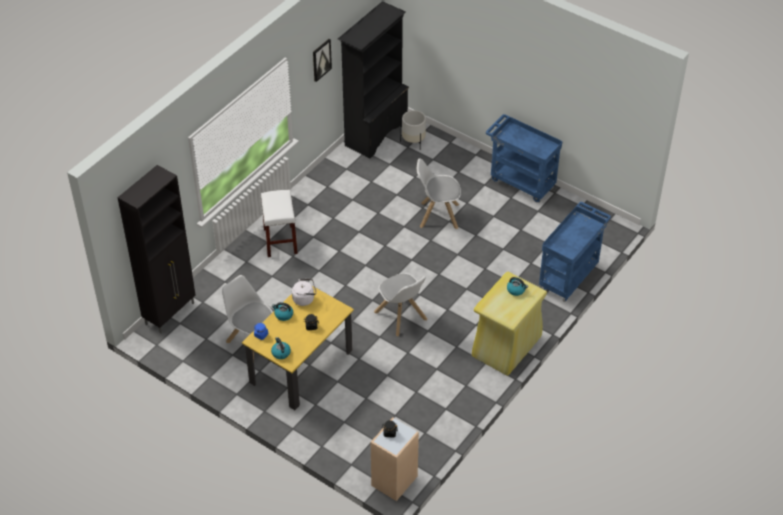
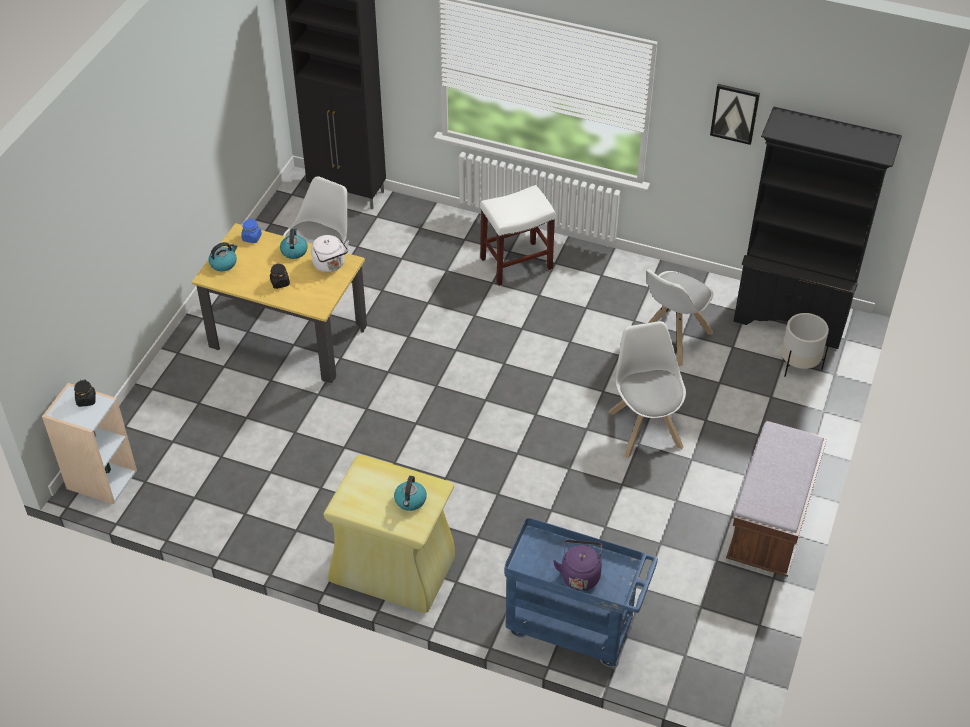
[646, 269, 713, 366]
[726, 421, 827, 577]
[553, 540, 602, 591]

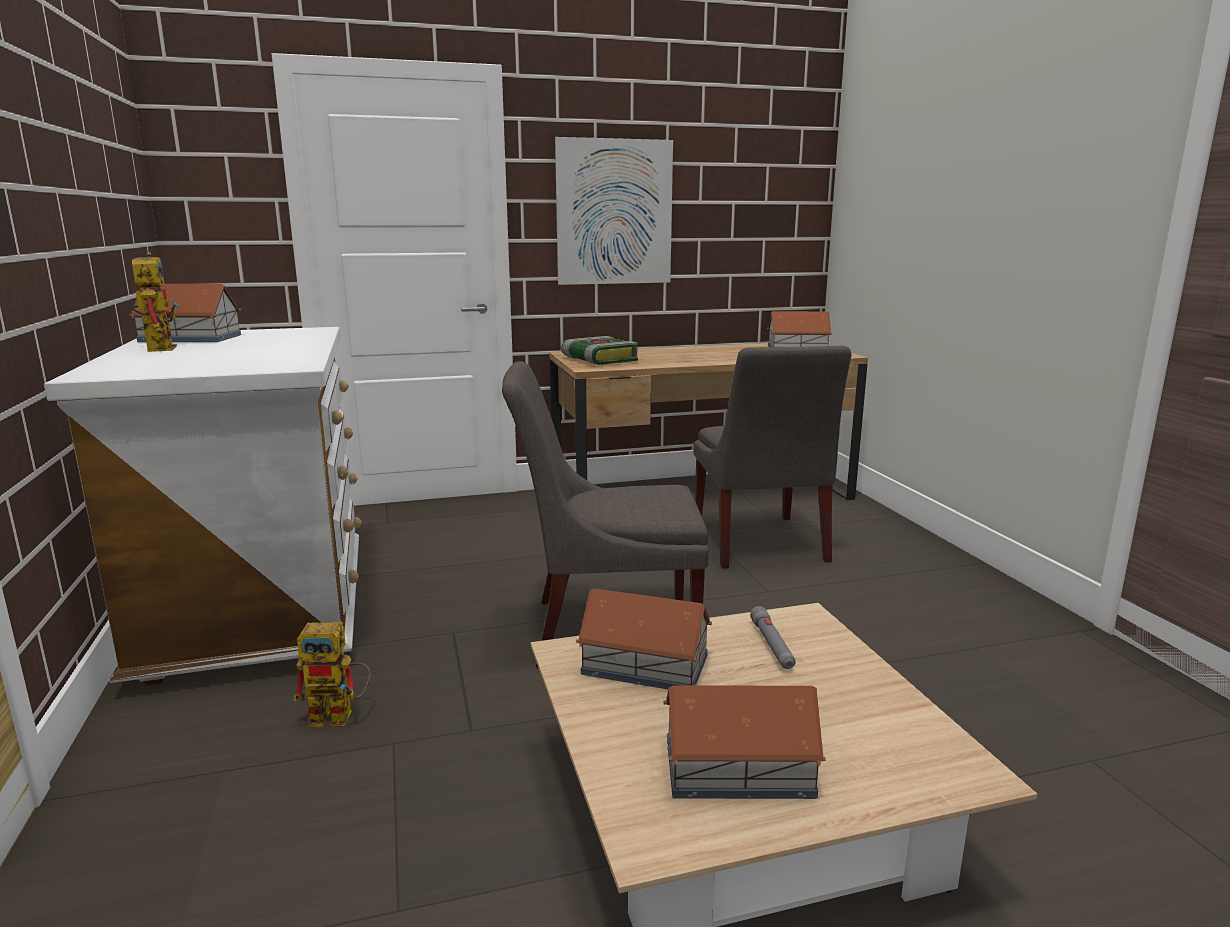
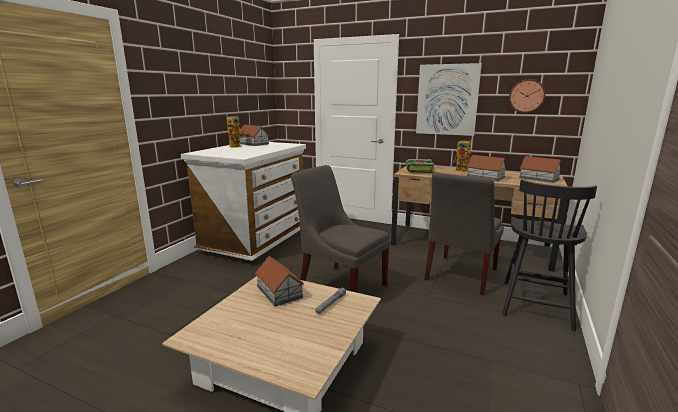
[453, 140, 471, 172]
[467, 155, 507, 181]
[502, 179, 597, 331]
[509, 79, 546, 113]

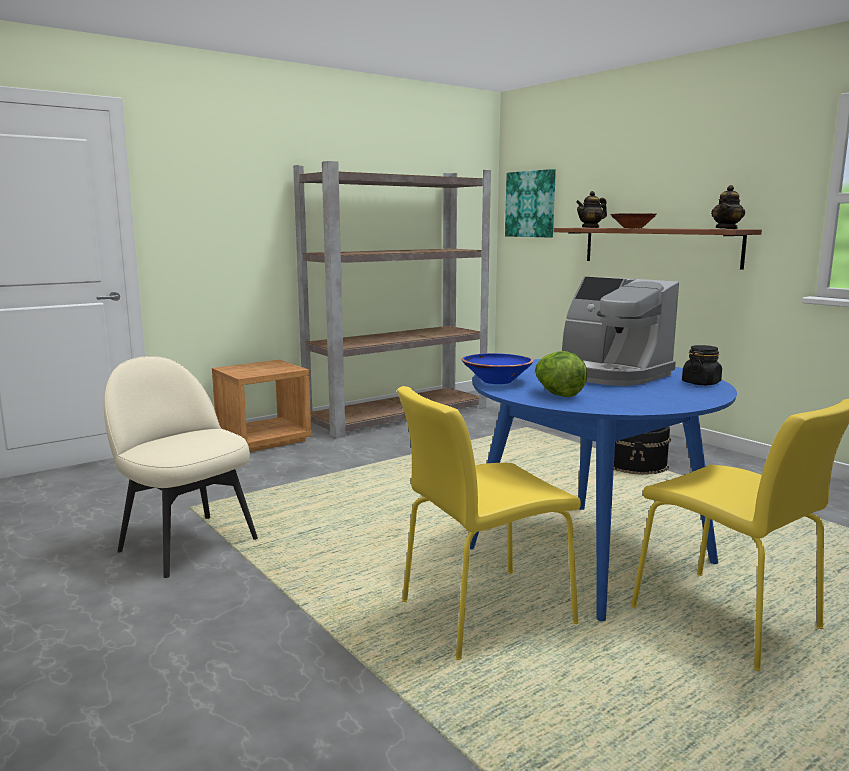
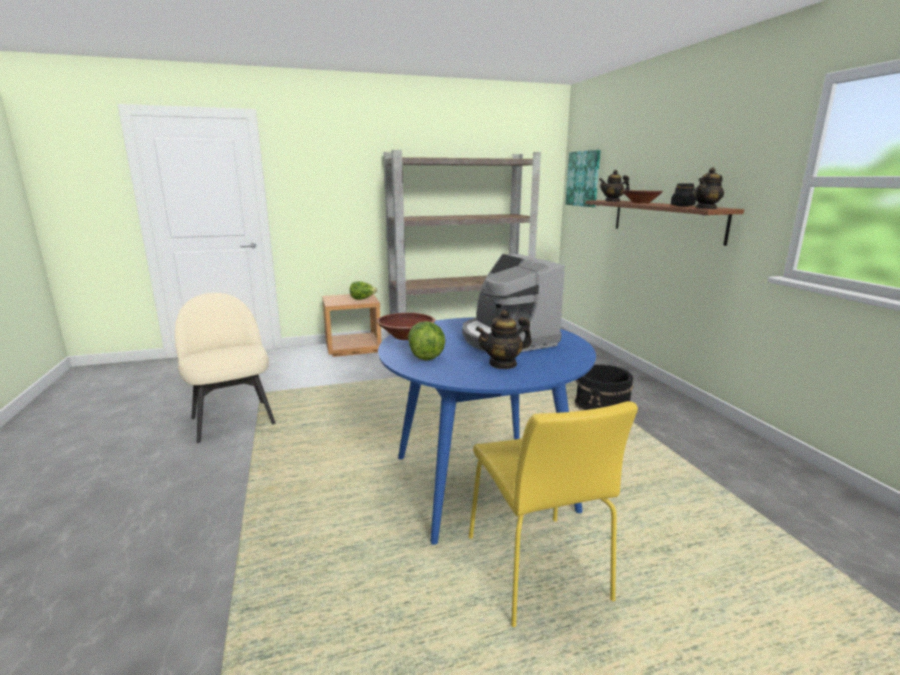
[397, 386, 581, 660] (first image)
[377, 313, 435, 340]
[671, 183, 696, 206]
[350, 281, 377, 300]
[475, 310, 532, 369]

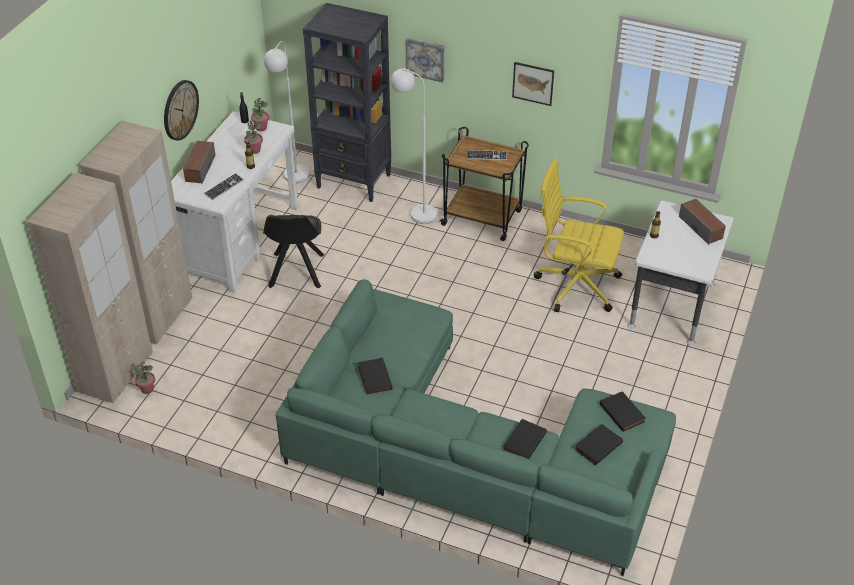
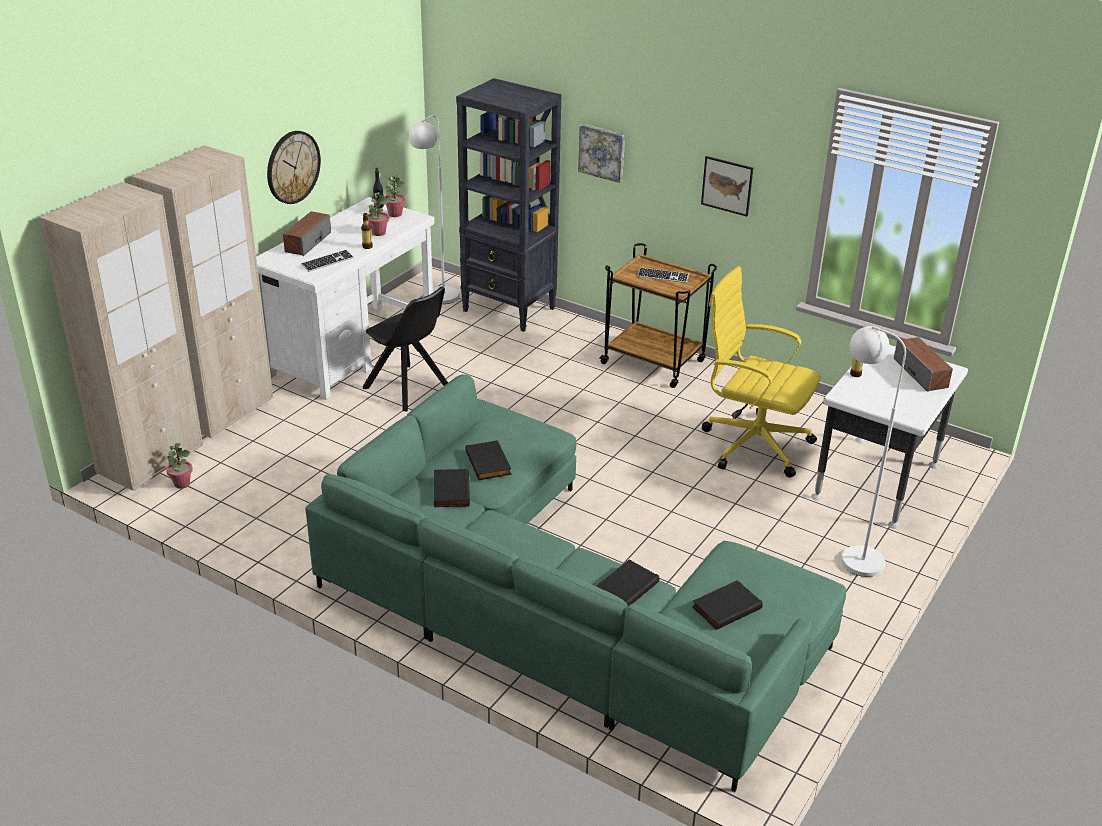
[363, 287, 448, 411]
[842, 326, 906, 577]
[465, 440, 511, 480]

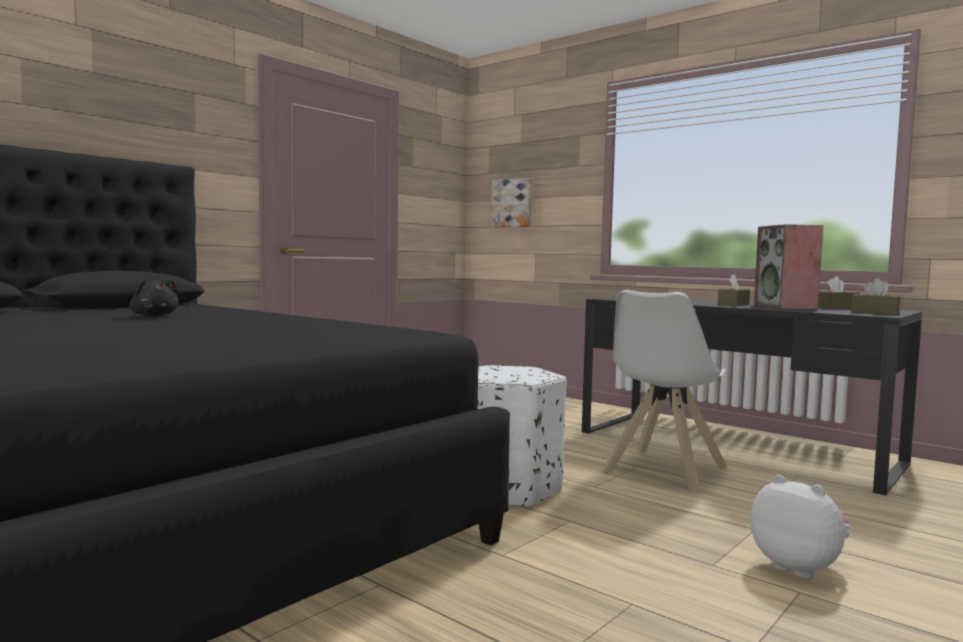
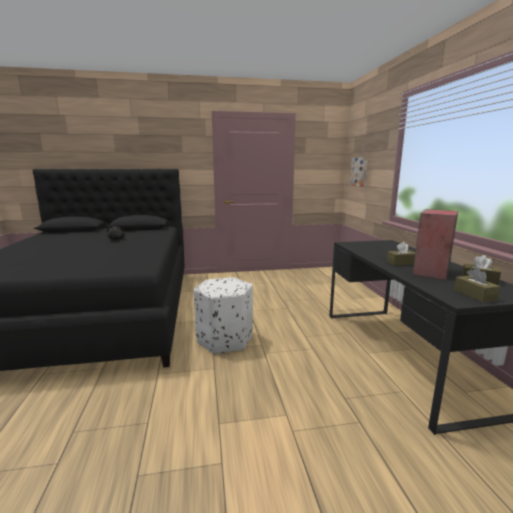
[602, 290, 727, 492] (first image)
[750, 475, 851, 579] (first image)

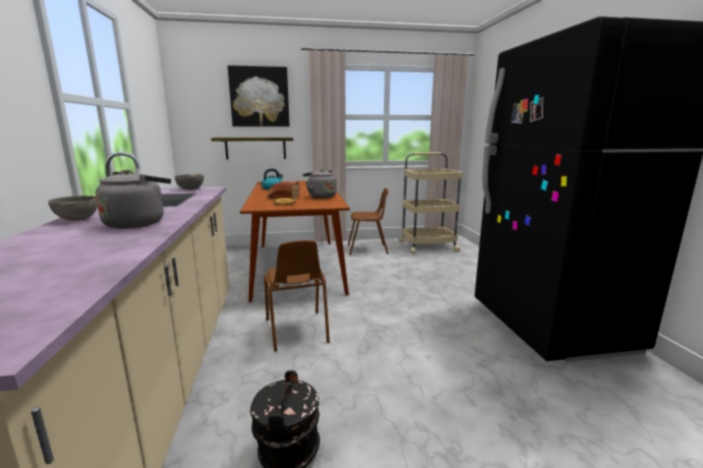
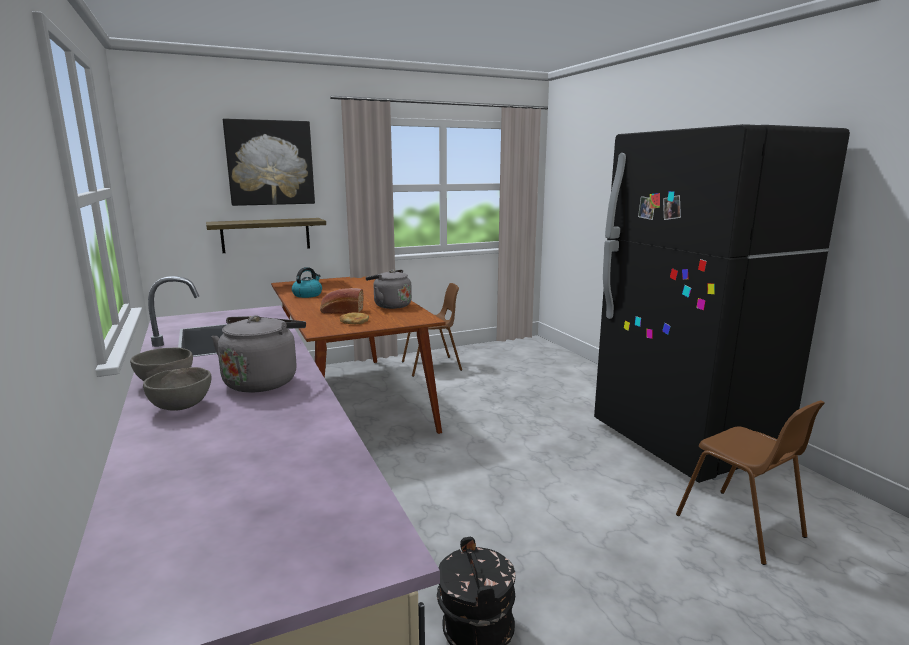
[143, 367, 212, 411]
[676, 400, 825, 565]
[398, 152, 463, 254] (first image)

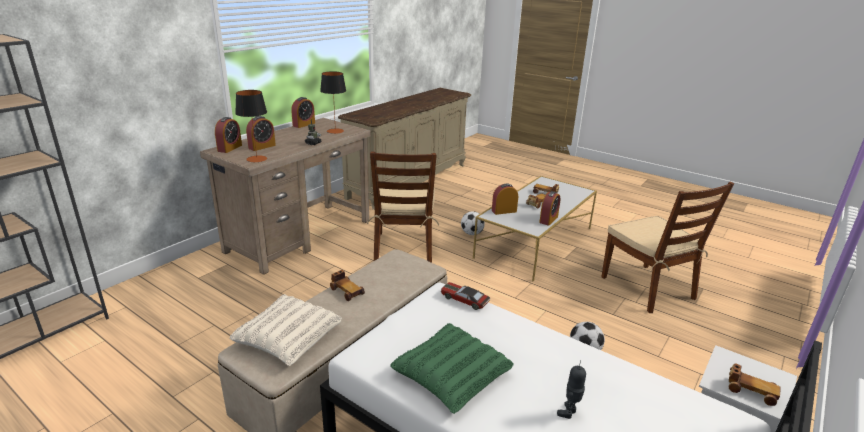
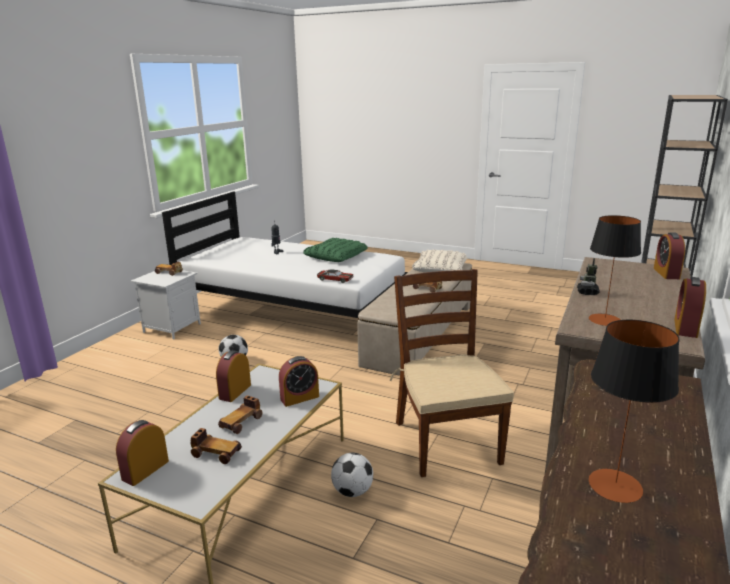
[589, 320, 679, 503]
[116, 420, 169, 486]
[601, 182, 734, 313] (first image)

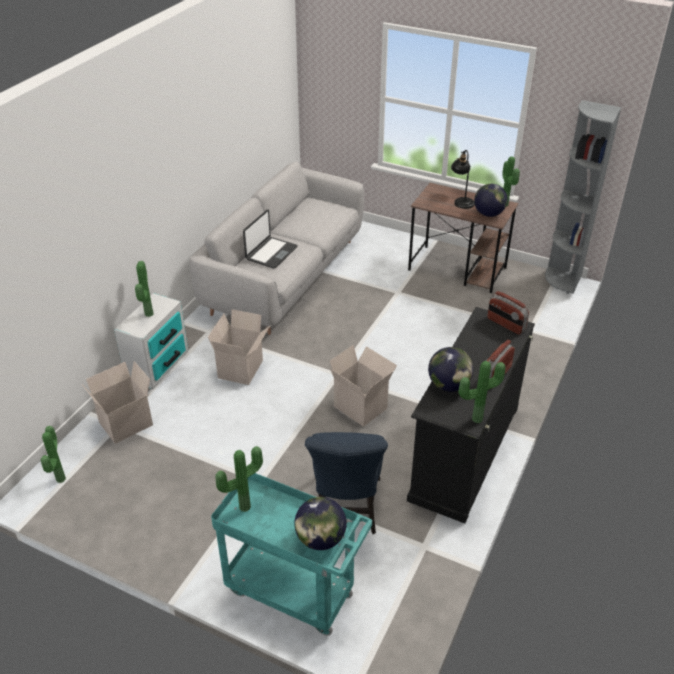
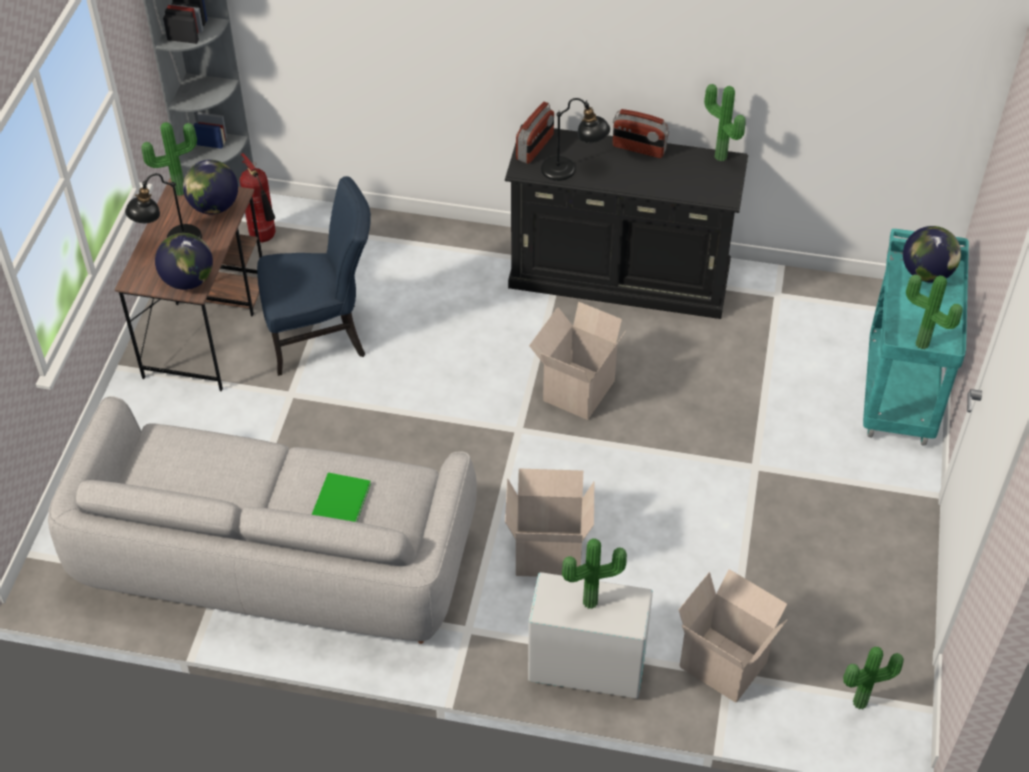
[312, 473, 371, 522]
[257, 176, 371, 376]
[155, 233, 213, 290]
[240, 153, 276, 242]
[541, 98, 610, 181]

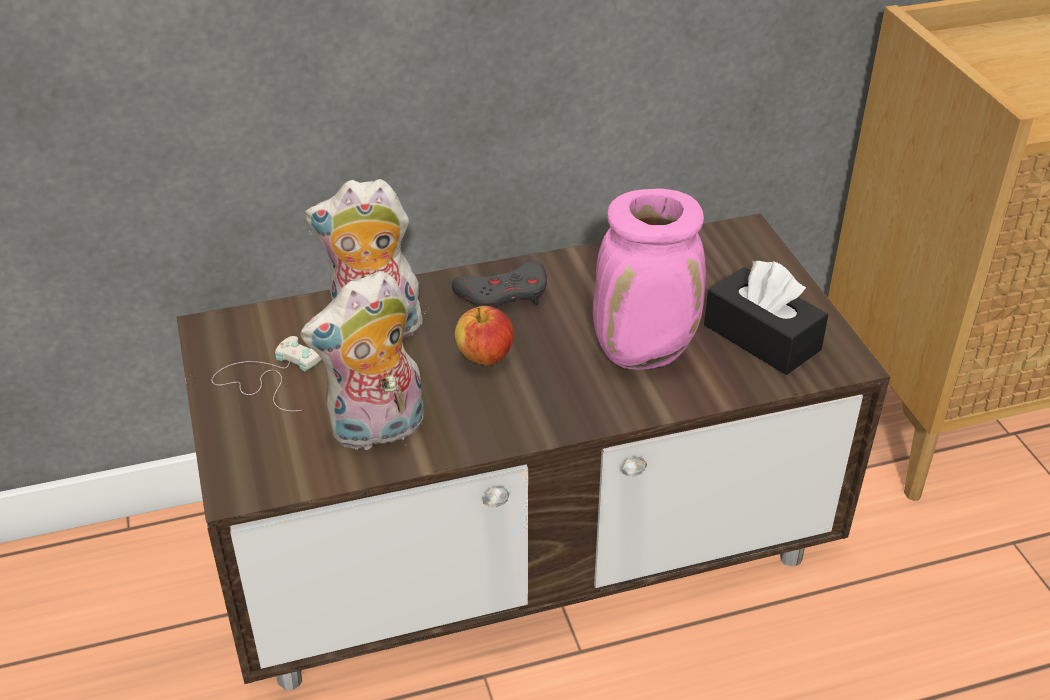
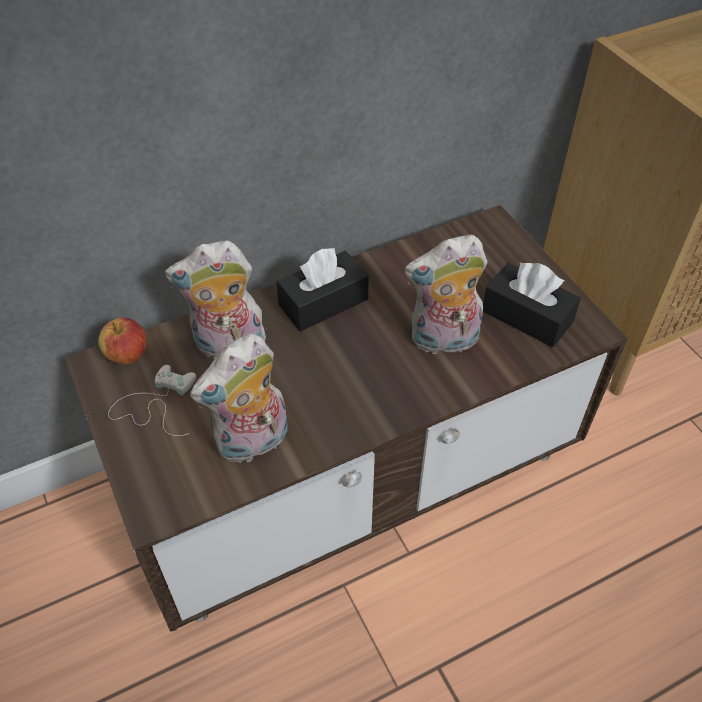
[277, 248, 369, 331]
[98, 317, 146, 364]
[404, 235, 488, 357]

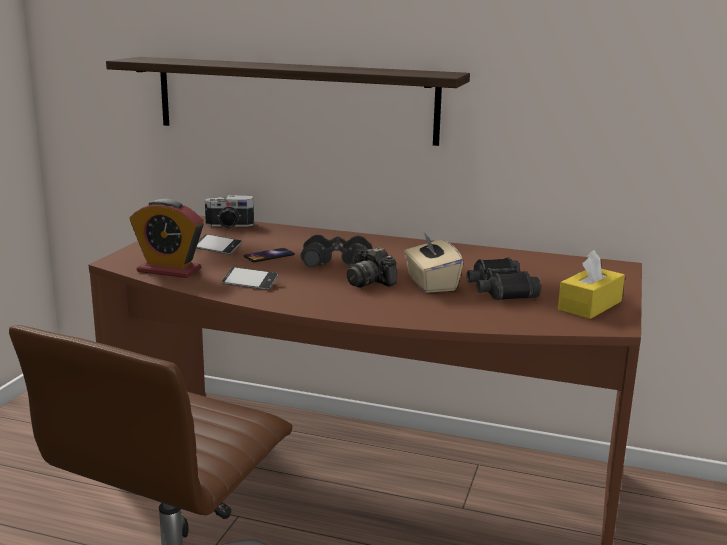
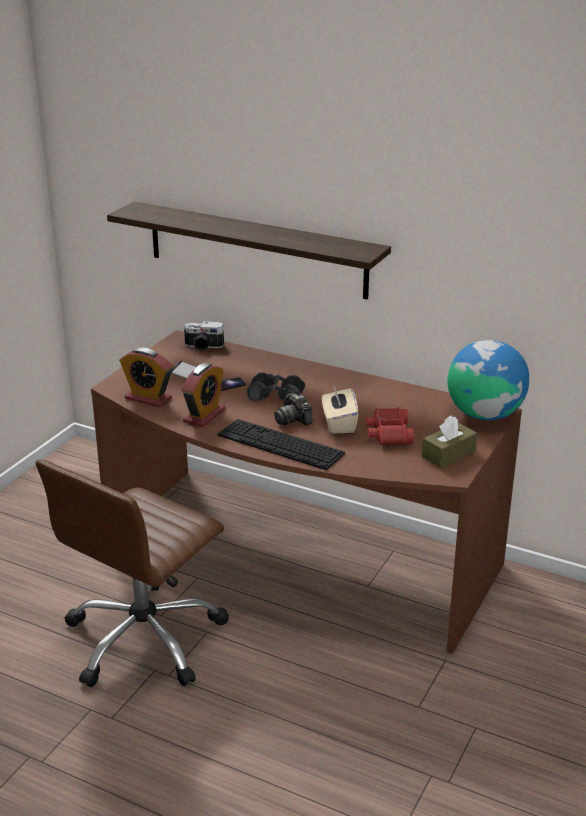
[182, 363, 226, 428]
[366, 407, 414, 445]
[422, 416, 477, 468]
[218, 419, 345, 470]
[447, 340, 530, 420]

